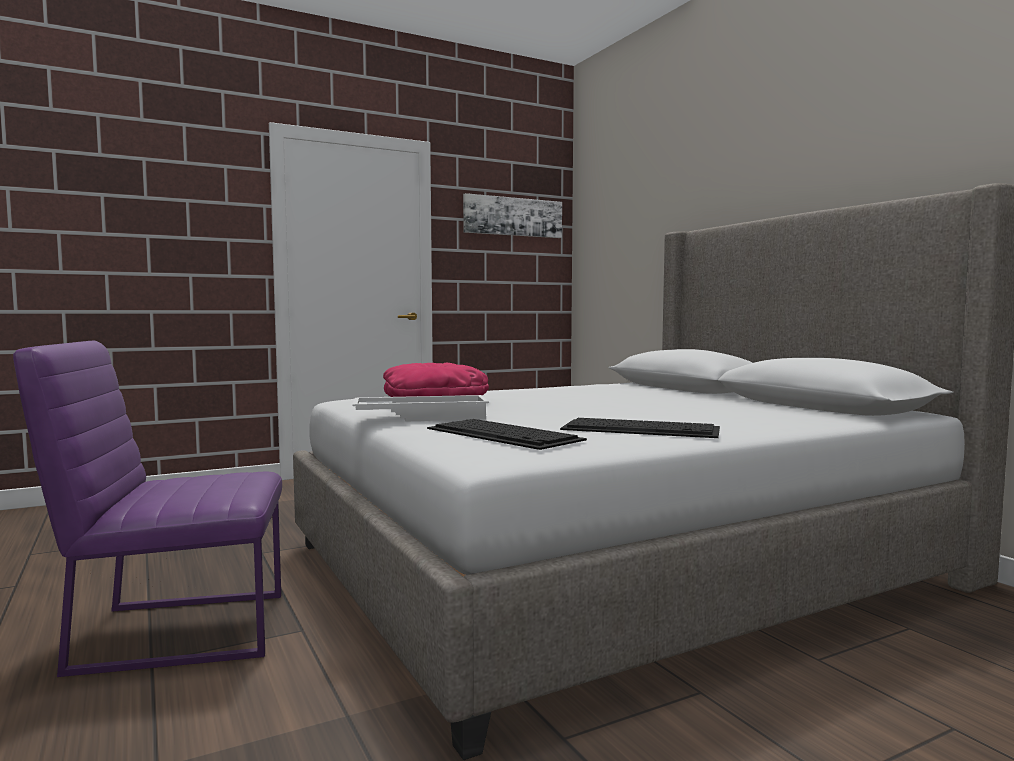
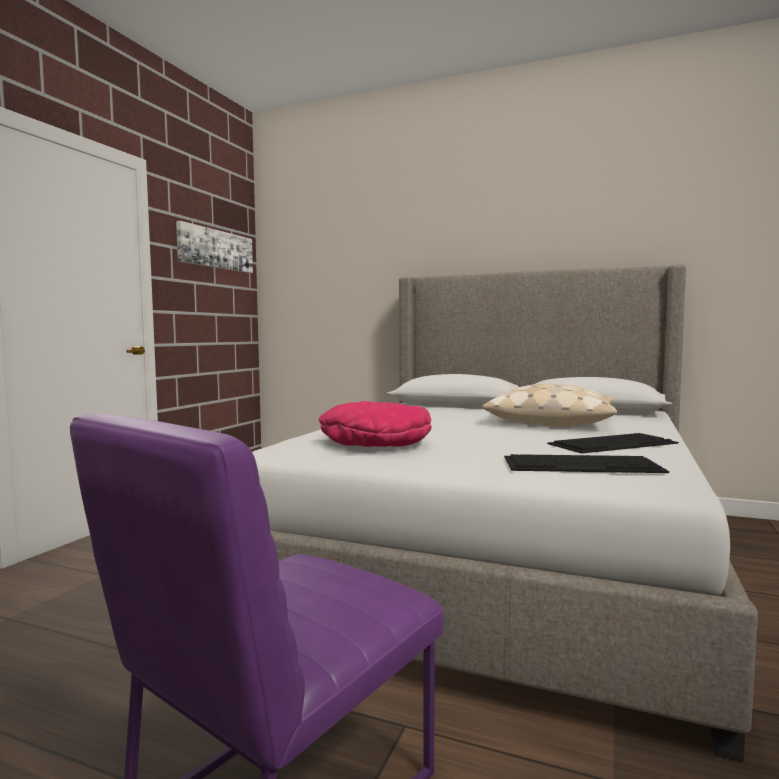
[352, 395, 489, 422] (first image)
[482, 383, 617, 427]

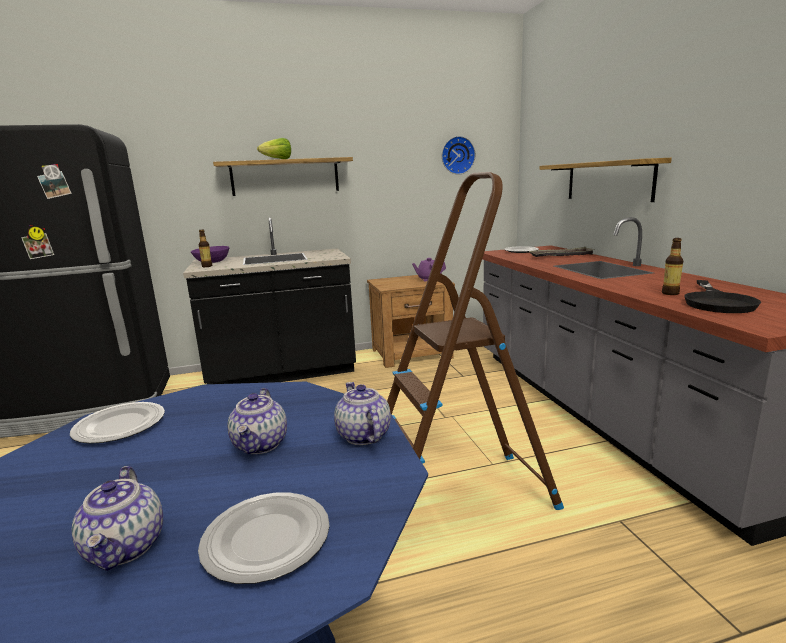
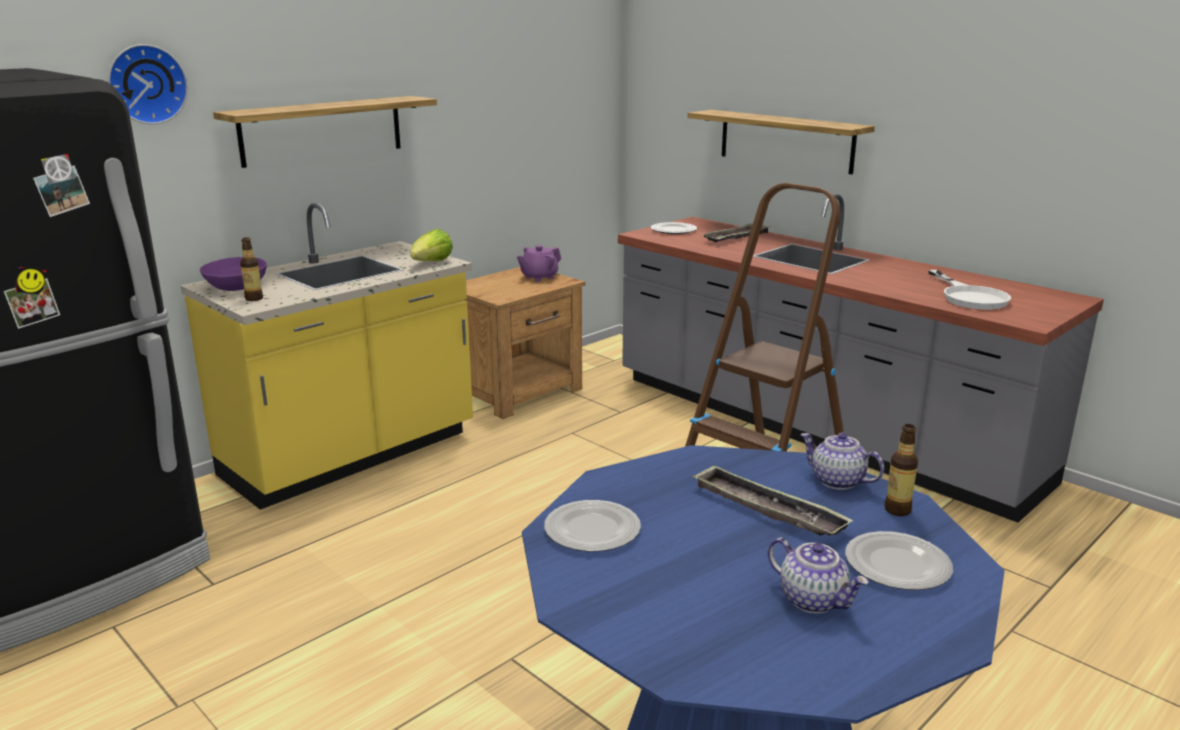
[180, 203, 473, 510]
[692, 465, 854, 536]
[410, 229, 453, 261]
[108, 44, 188, 124]
[884, 424, 918, 516]
[928, 270, 1011, 310]

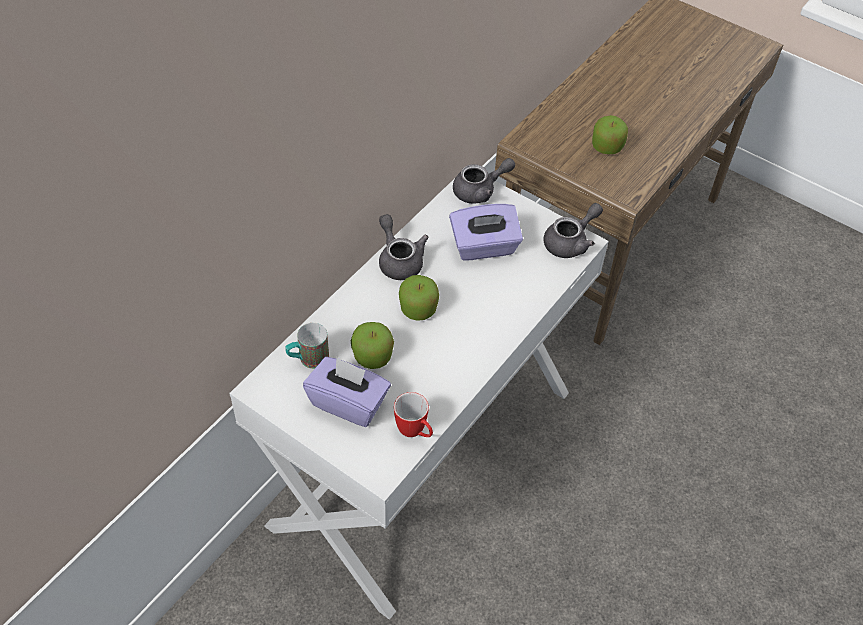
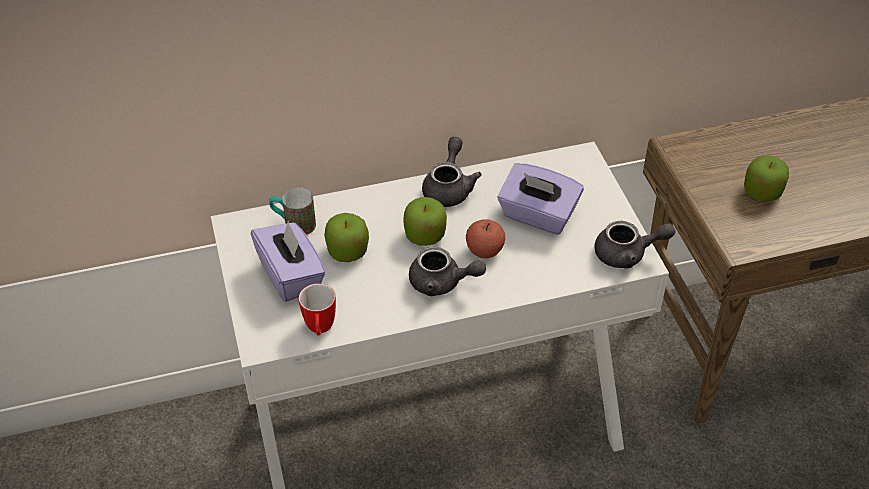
[409, 247, 486, 296]
[466, 219, 505, 259]

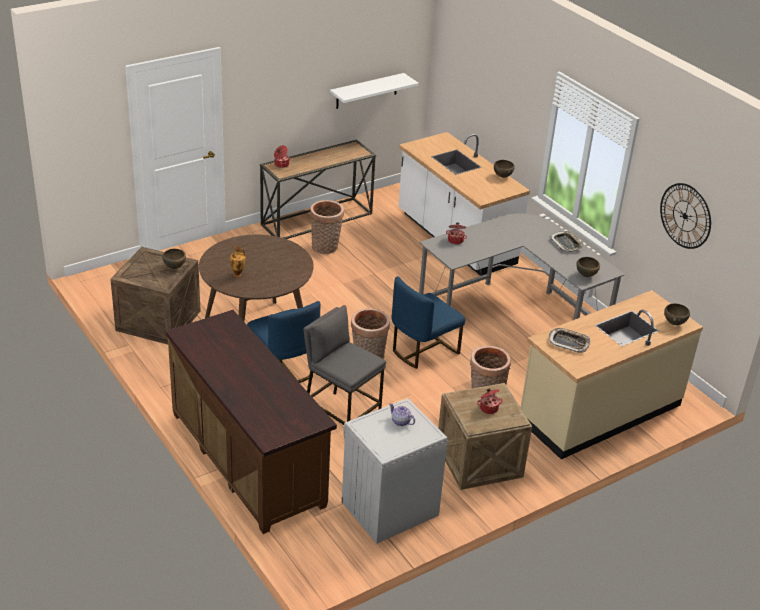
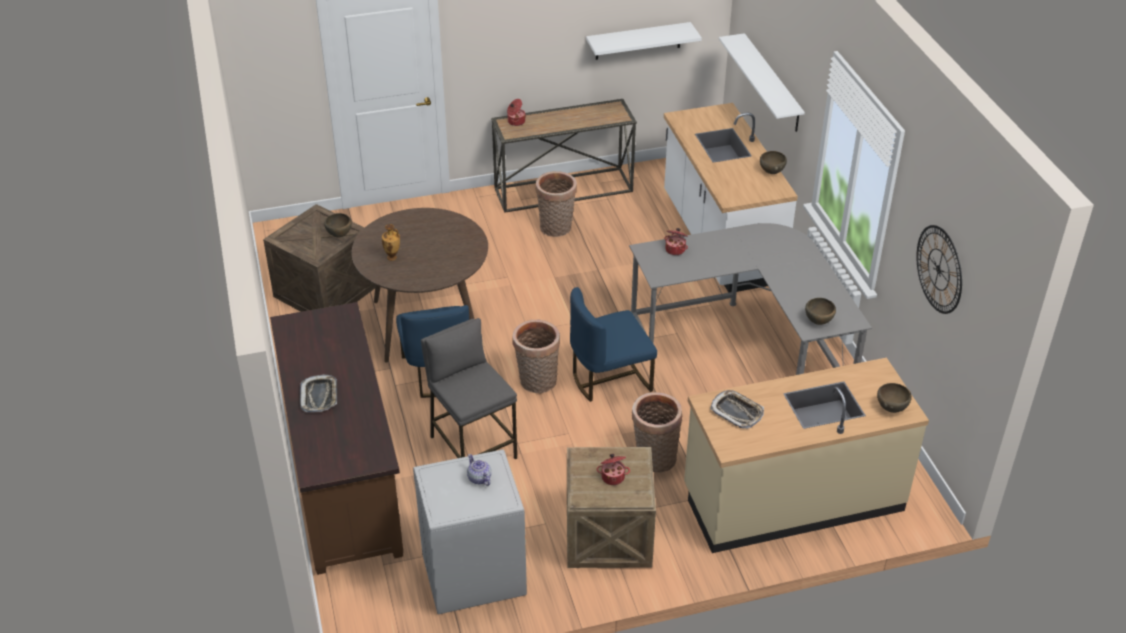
[300, 375, 337, 412]
[719, 33, 805, 132]

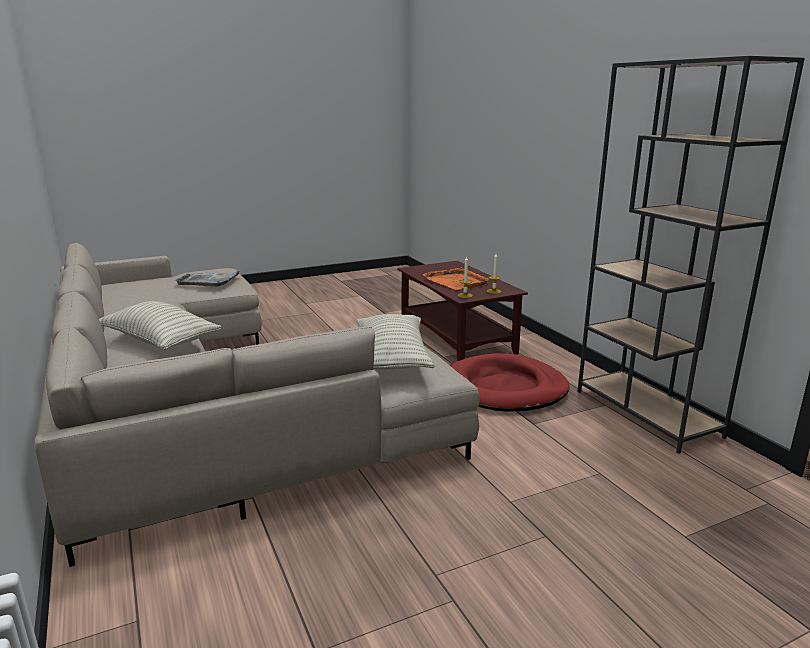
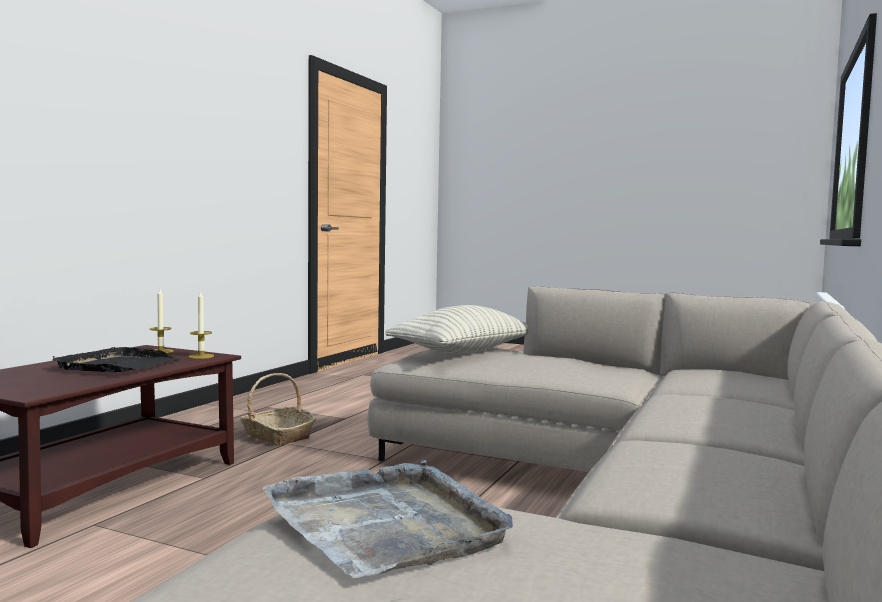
[99, 301, 222, 350] (first image)
[53, 347, 182, 372]
[240, 373, 316, 445]
[577, 56, 805, 454] (first image)

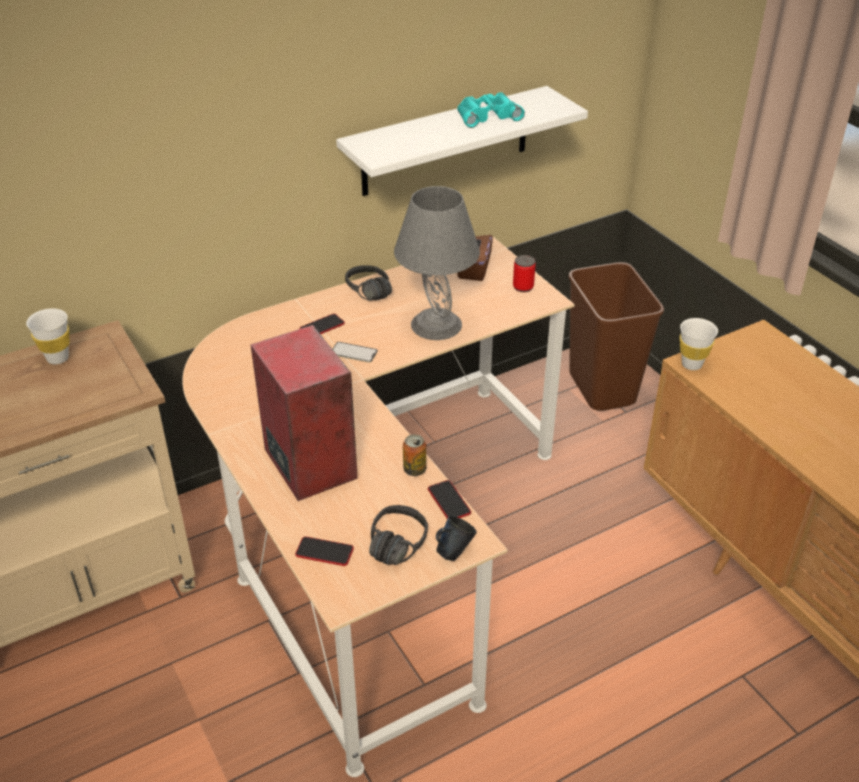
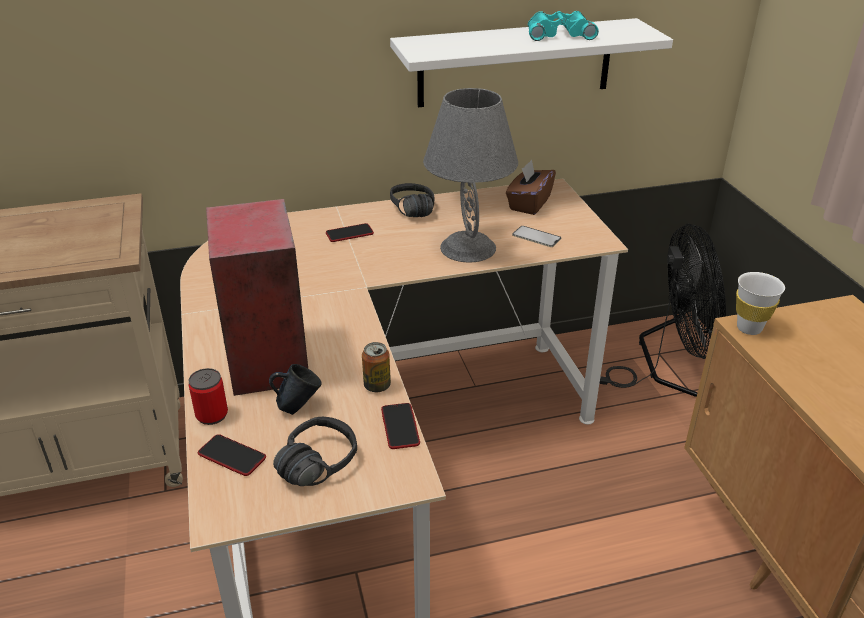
[26, 308, 69, 364] (first image)
[512, 226, 561, 247]
[269, 364, 322, 415]
[188, 368, 228, 425]
[599, 224, 726, 397]

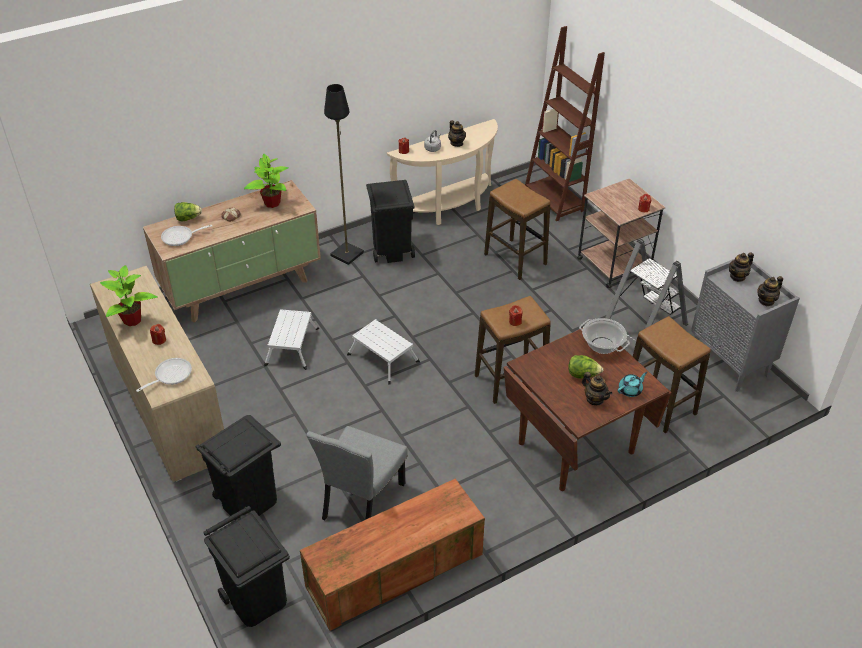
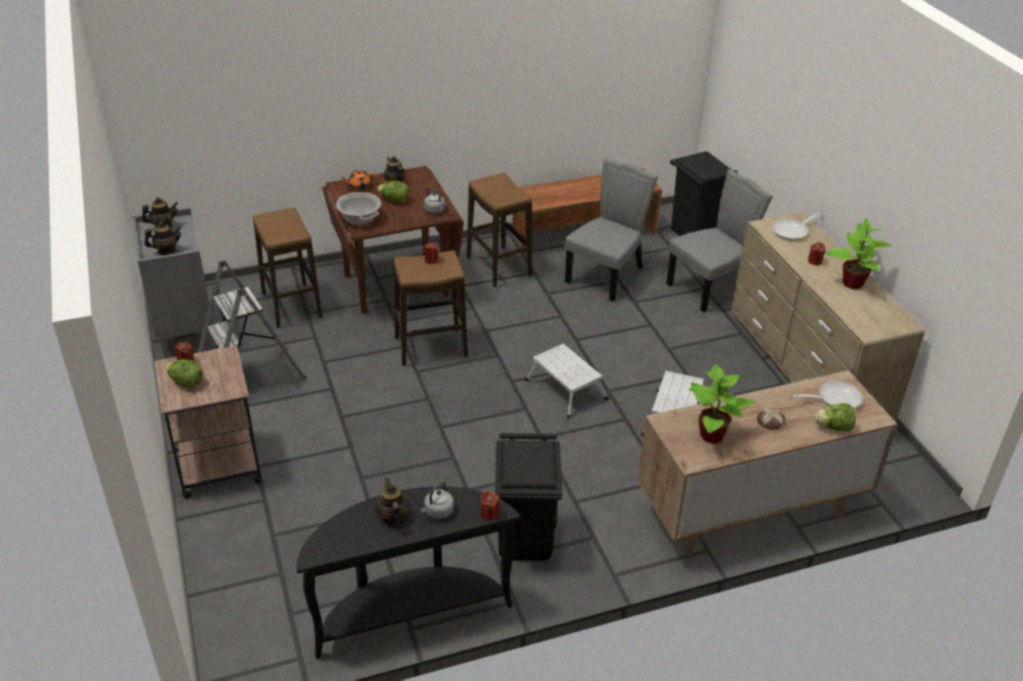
[666, 169, 773, 312]
[324, 84, 364, 265] (first image)
[296, 486, 520, 659]
[467, 173, 532, 287]
[525, 26, 605, 221] (first image)
[341, 170, 375, 190]
[165, 359, 203, 388]
[424, 187, 448, 214]

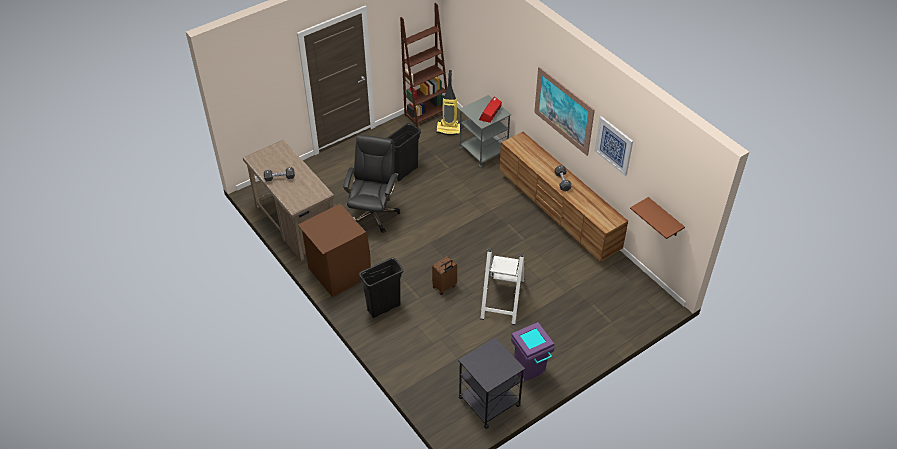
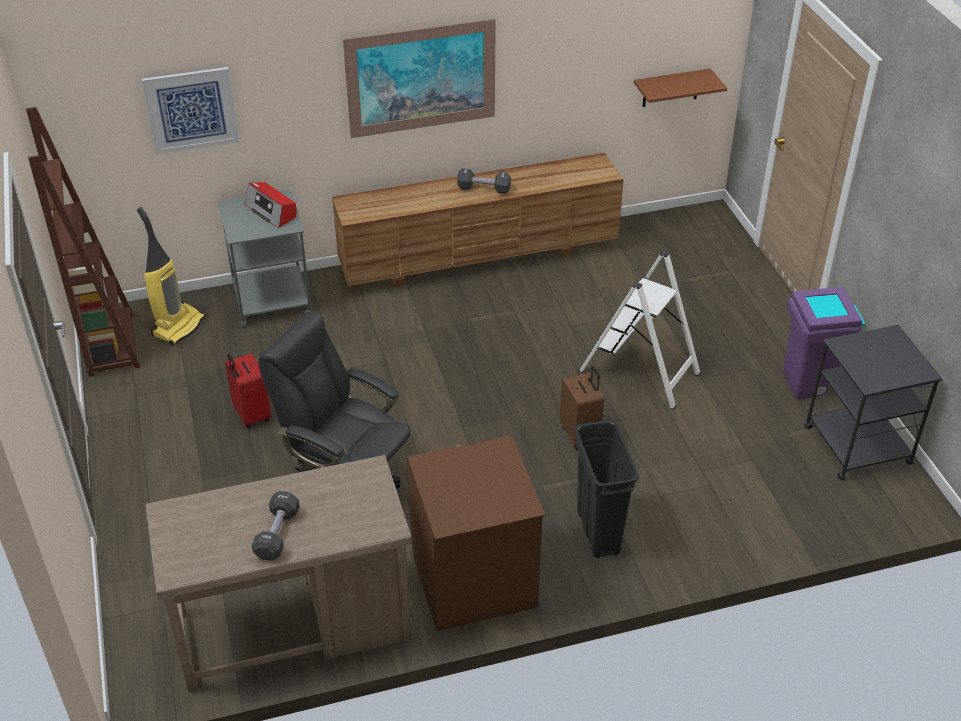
[225, 353, 271, 428]
[142, 67, 239, 154]

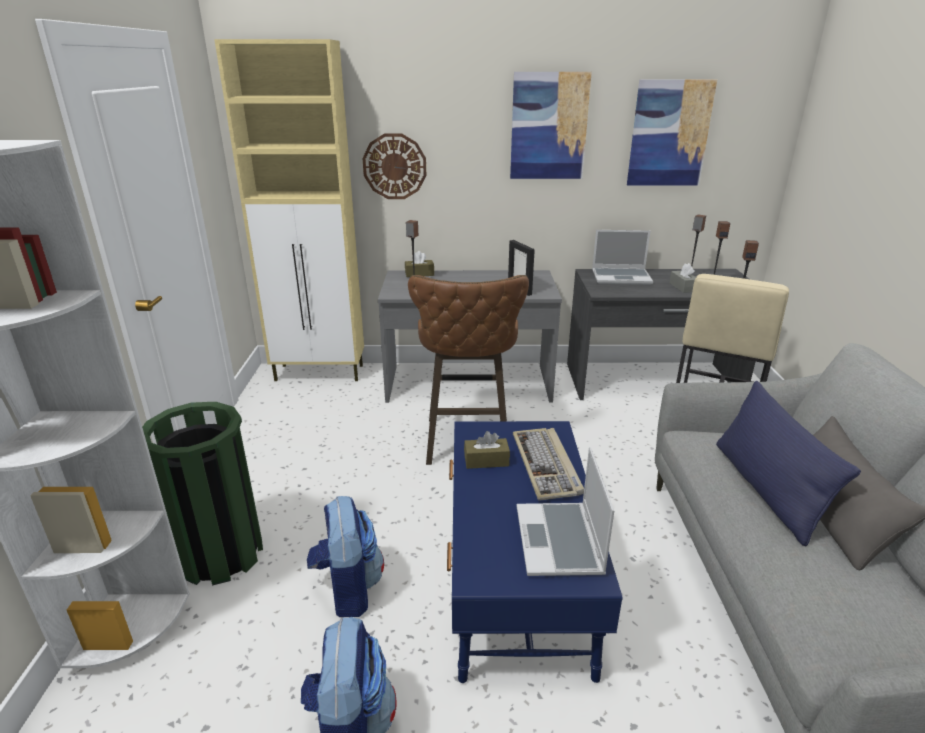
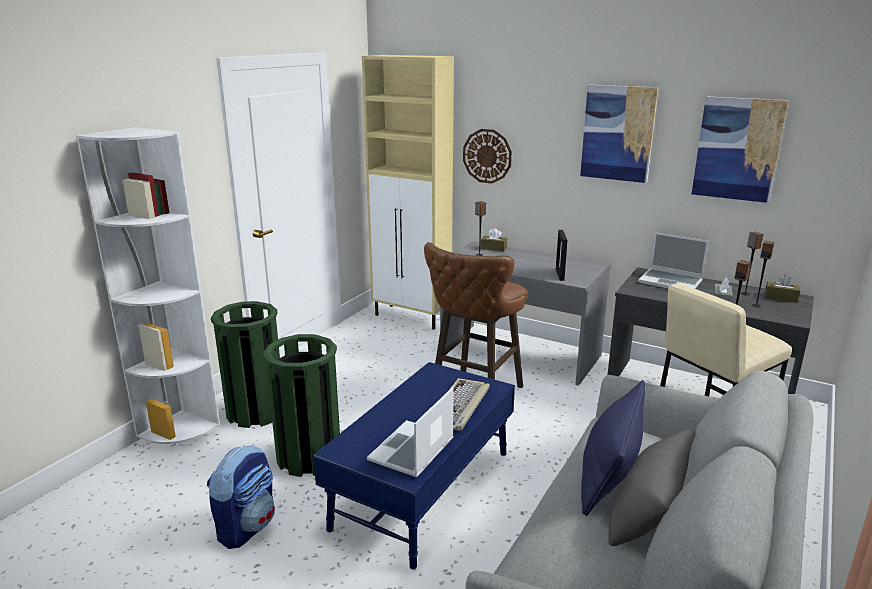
[263, 334, 340, 477]
[765, 274, 800, 303]

